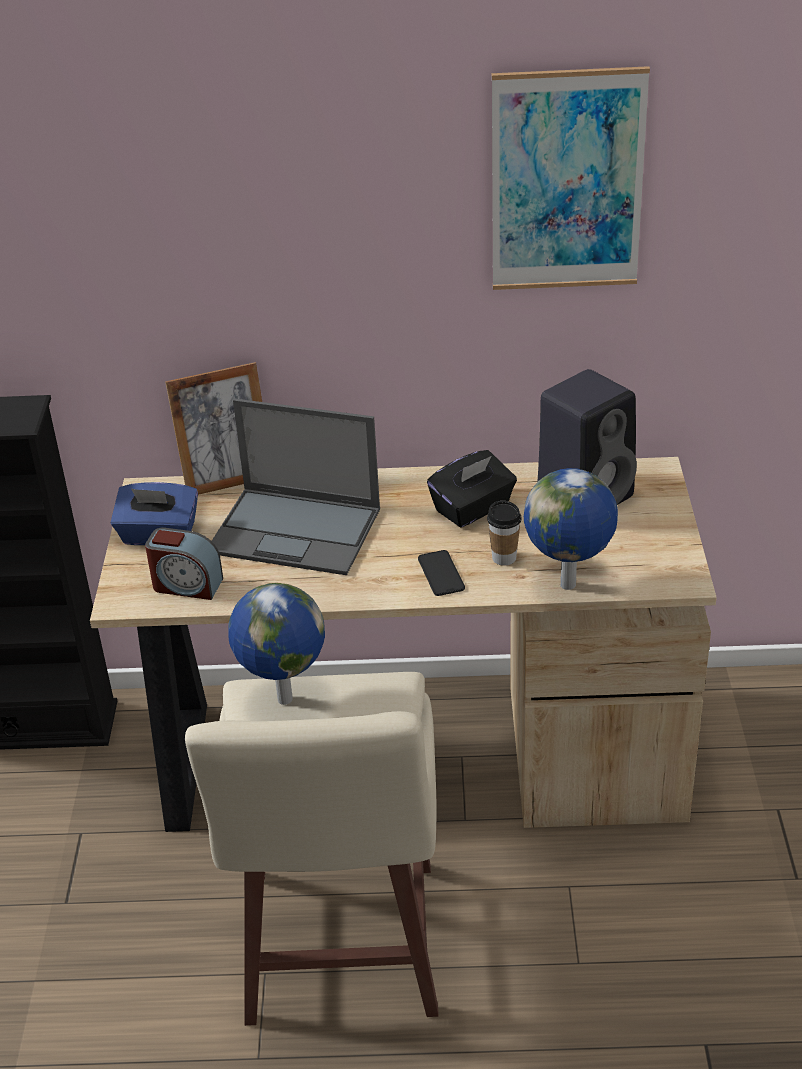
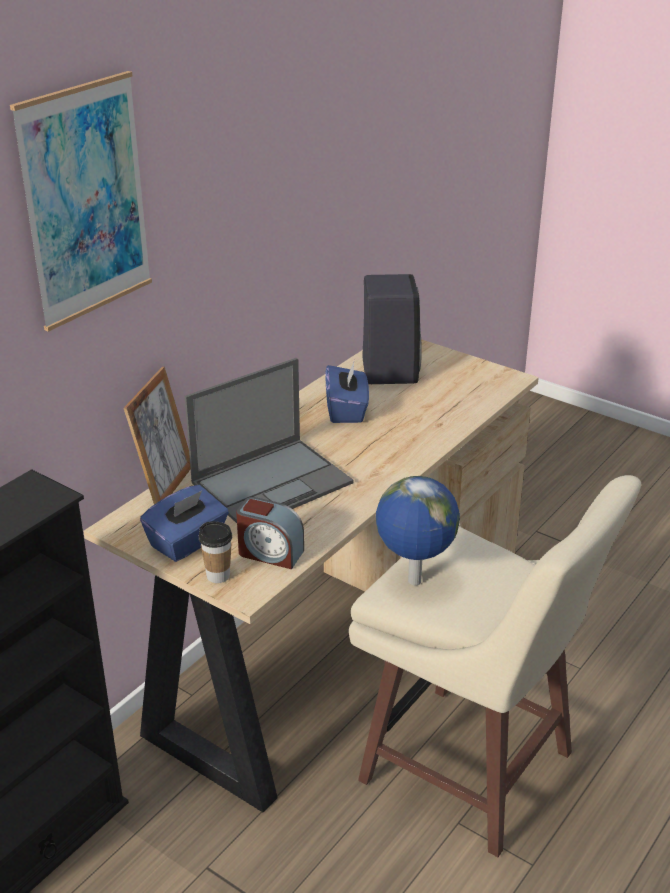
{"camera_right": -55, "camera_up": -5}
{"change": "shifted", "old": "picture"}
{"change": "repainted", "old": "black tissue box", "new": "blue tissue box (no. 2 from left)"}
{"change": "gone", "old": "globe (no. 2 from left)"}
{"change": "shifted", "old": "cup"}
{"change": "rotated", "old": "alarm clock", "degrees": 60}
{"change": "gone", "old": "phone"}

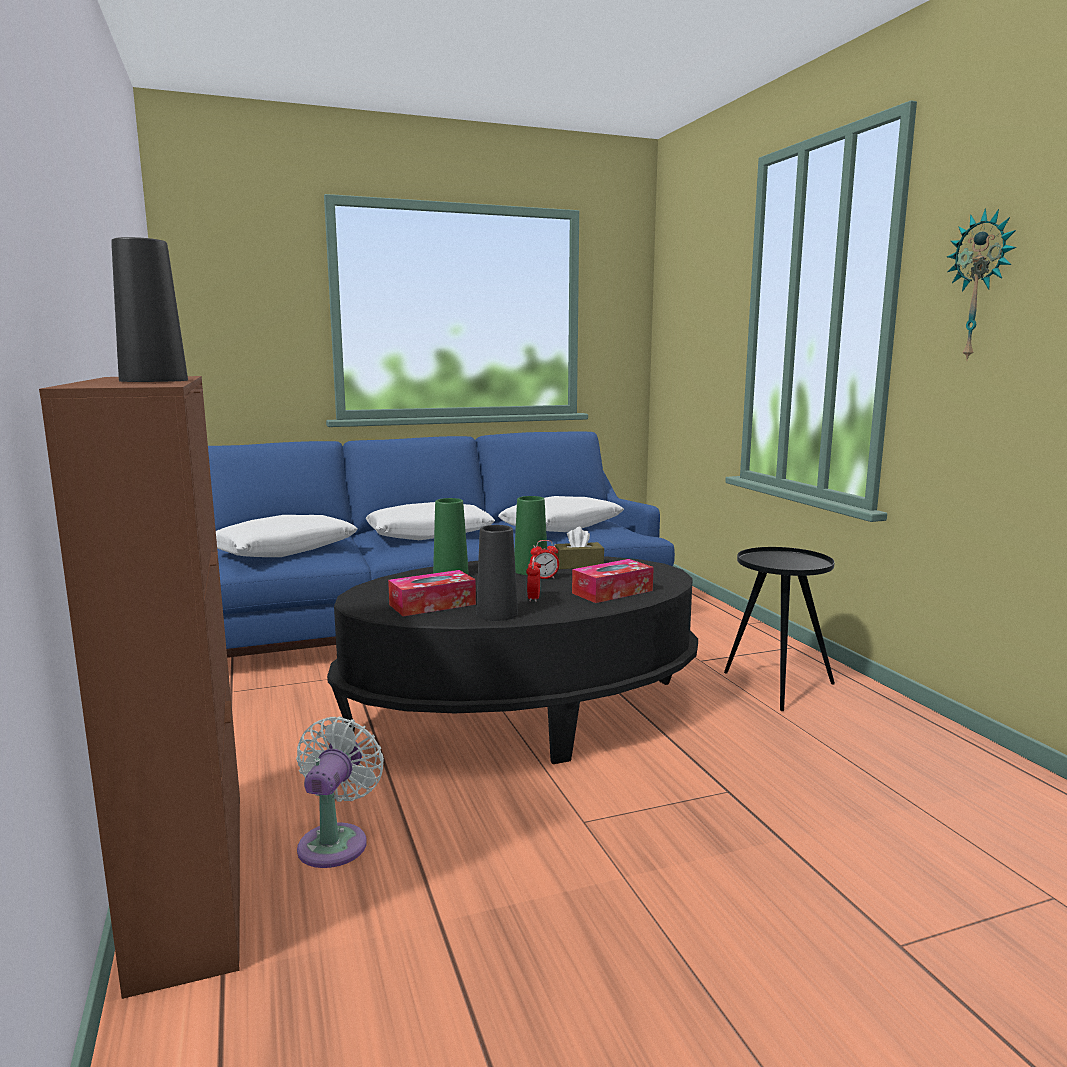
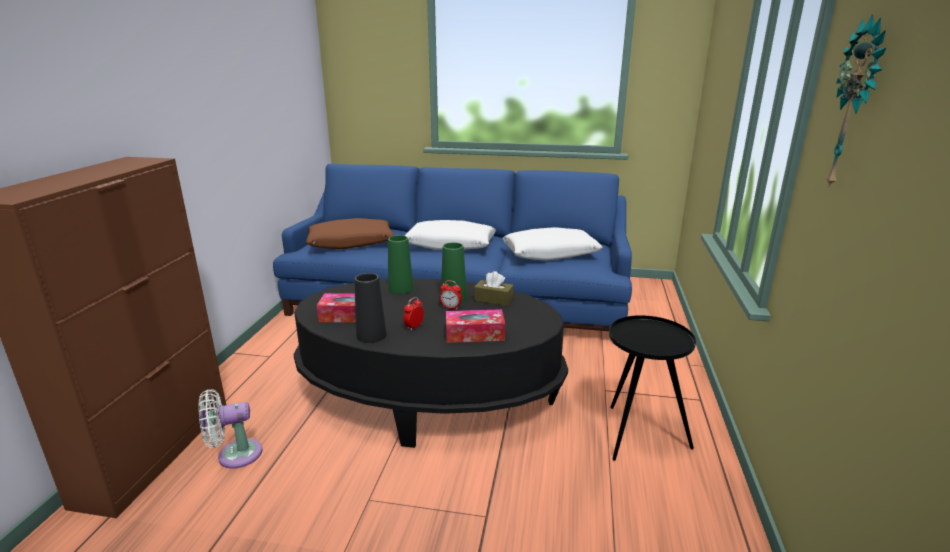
{"camera_right": 30, "camera_up": 10}
{"change": "gone", "old": "black vase (no. 1 from left)"}
{"change": "repainted", "old": "white pillow (no. 1 from left)", "new": "brown pillow"}
{"change": "rotated", "old": "white fan", "degrees": -150}

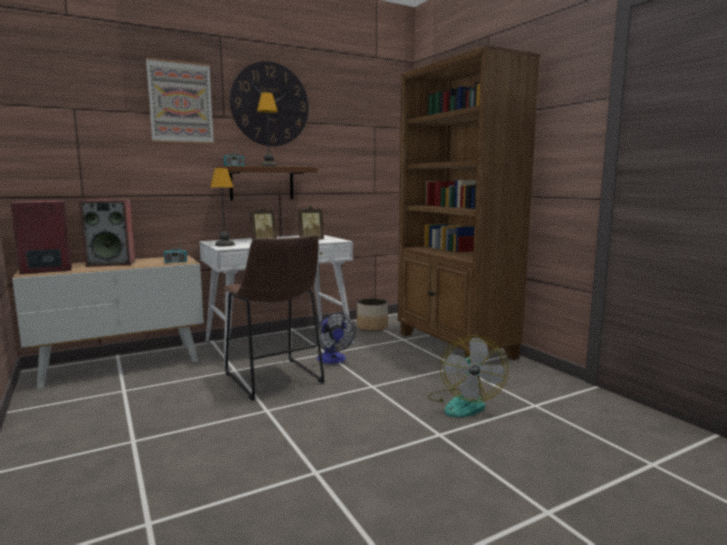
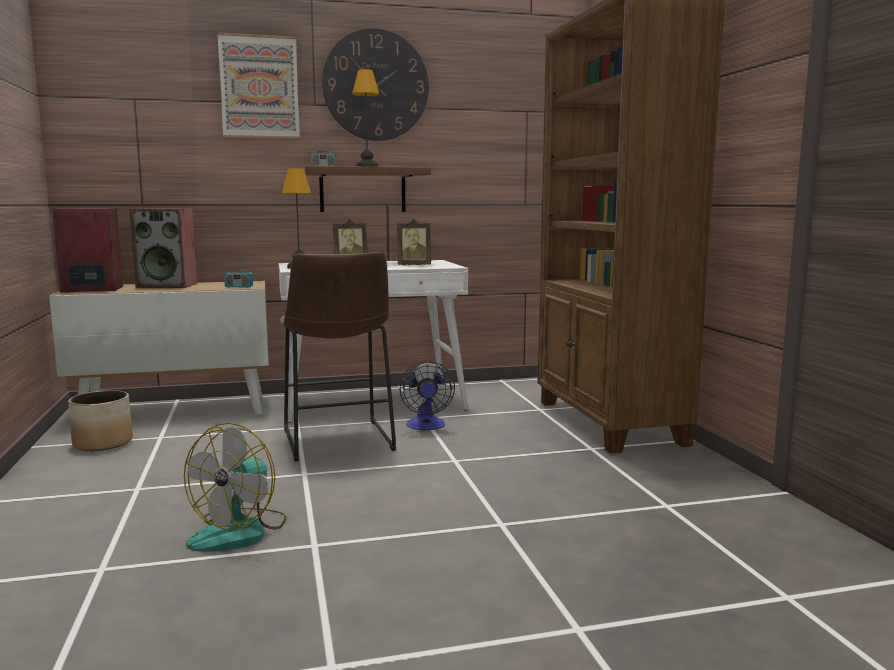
{"camera_right": 15, "camera_up": 0}
{"change": "shifted", "old": "planter"}
{"change": "shifted", "old": "fan (no. 2 from left in the first image)", "new": "fan (no. 1 from left)"}

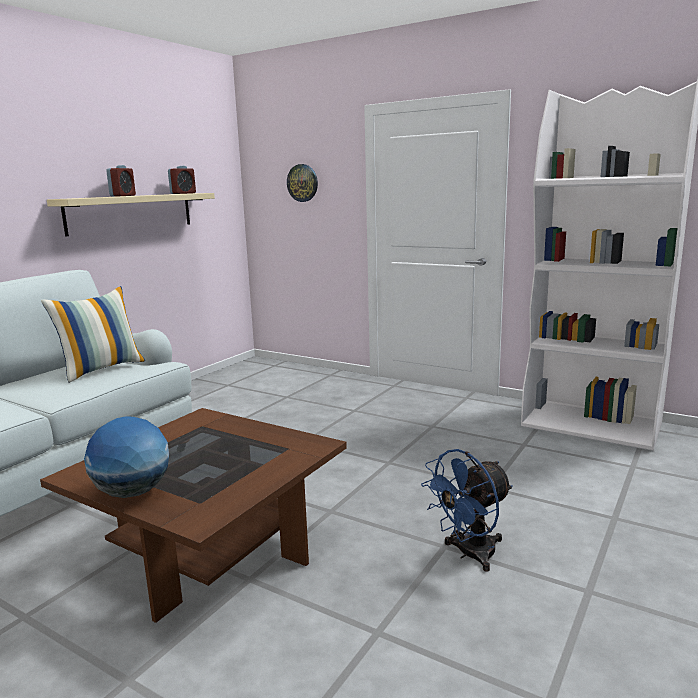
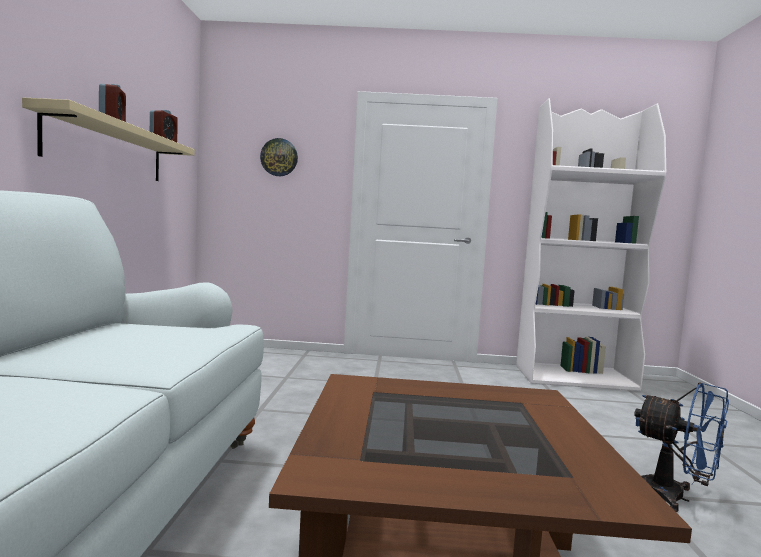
{"camera_right": -30, "camera_up": -10}
{"change": "gone", "old": "pillow"}
{"change": "gone", "old": "globe"}
{"change": "rotated", "old": "blue fan", "degrees": -75}

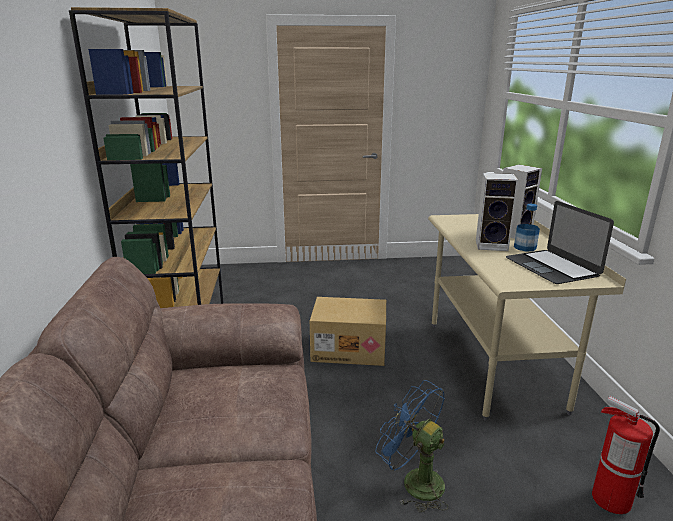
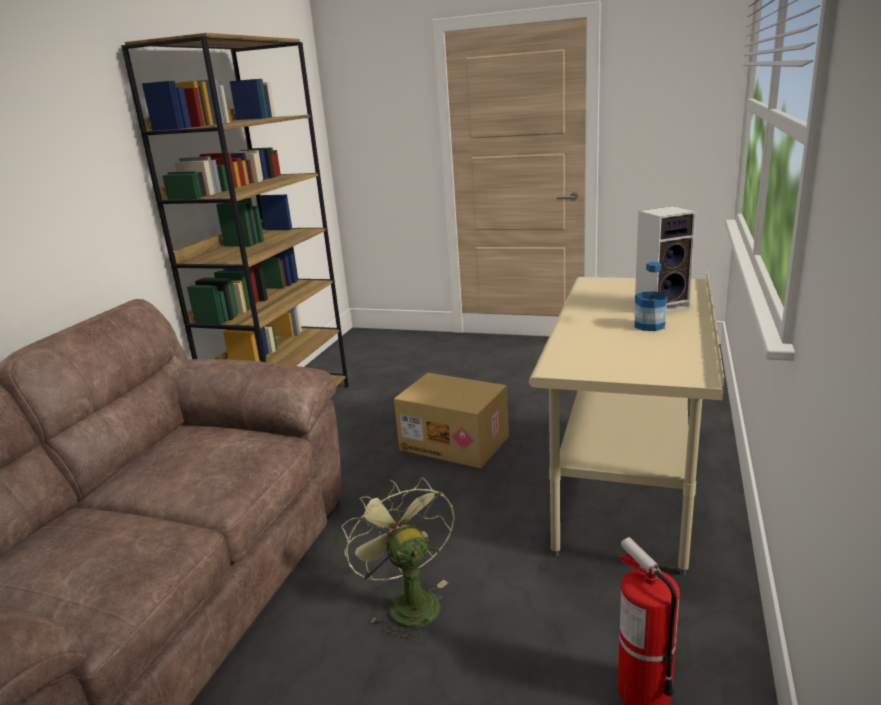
{"camera_right": 25, "camera_up": 0}
{"change": "gone", "old": "speaker (no. 1 from left)"}
{"change": "gone", "old": "laptop"}
{"change": "repainted", "old": "blue fan", "new": "green fan"}

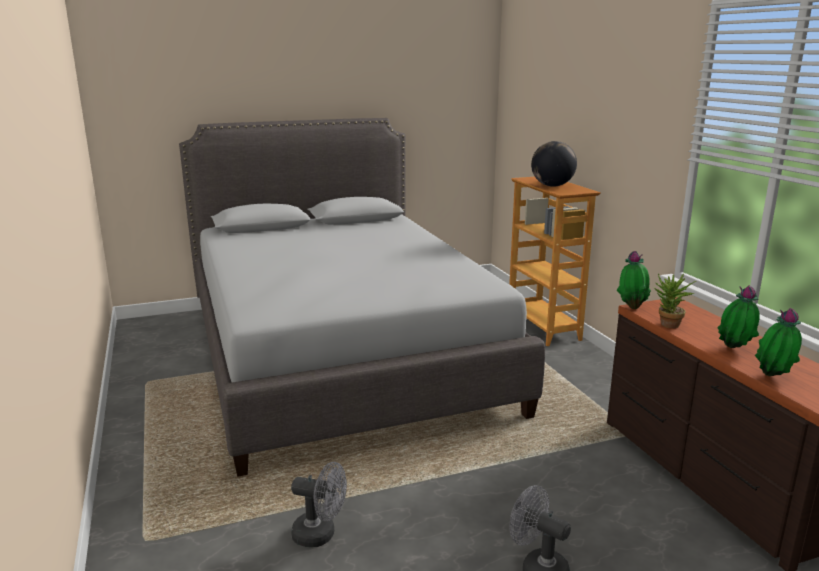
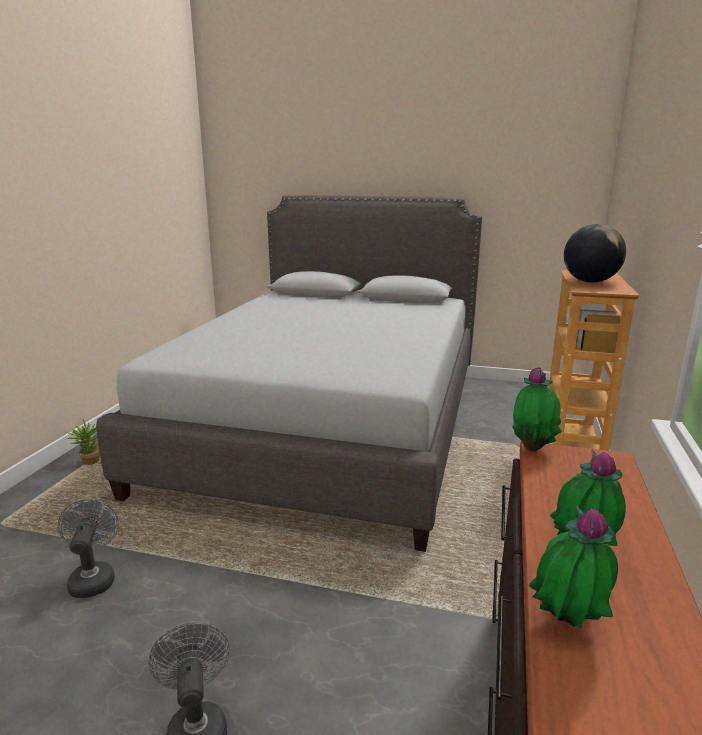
{"camera_right": 35, "camera_up": 0}
{"change": "shifted", "old": "potted plant (no. 2 from left in the first image)", "new": "potted plant (no. 1 from left)"}
{"change": "rotated", "old": "grey fan (no. 1 from left)", "degrees": -150}

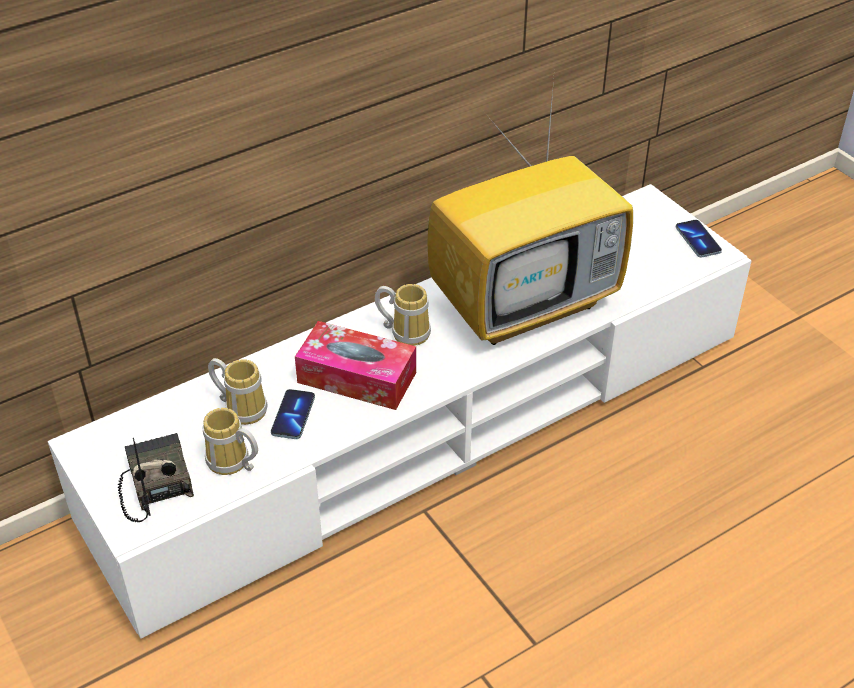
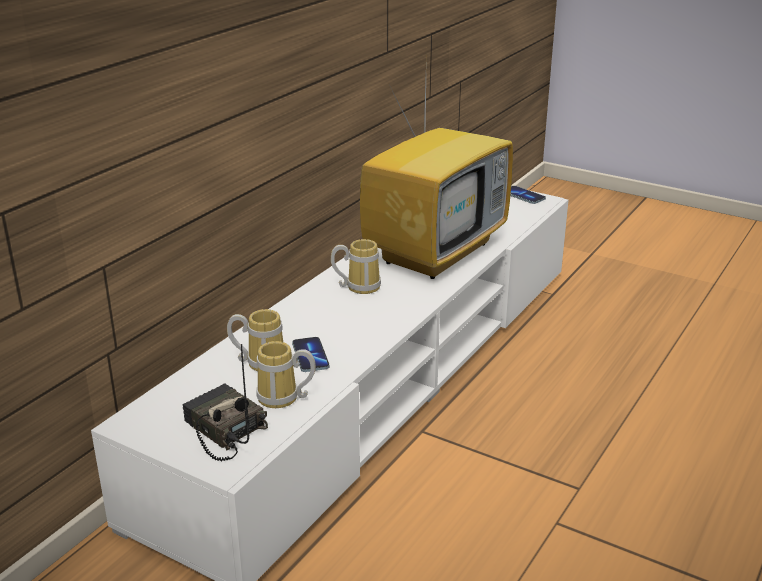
{"camera_right": -25, "camera_up": -15}
{"change": "gone", "old": "tissue box"}

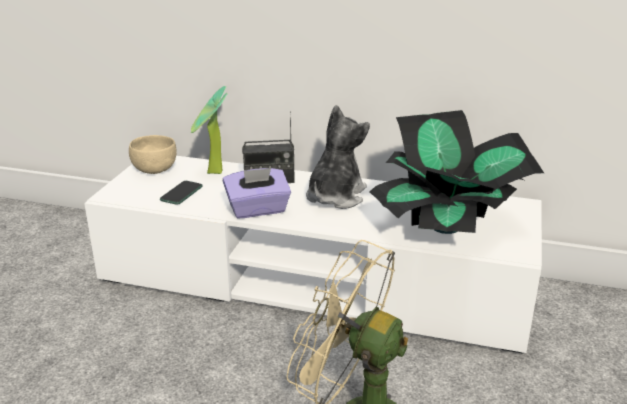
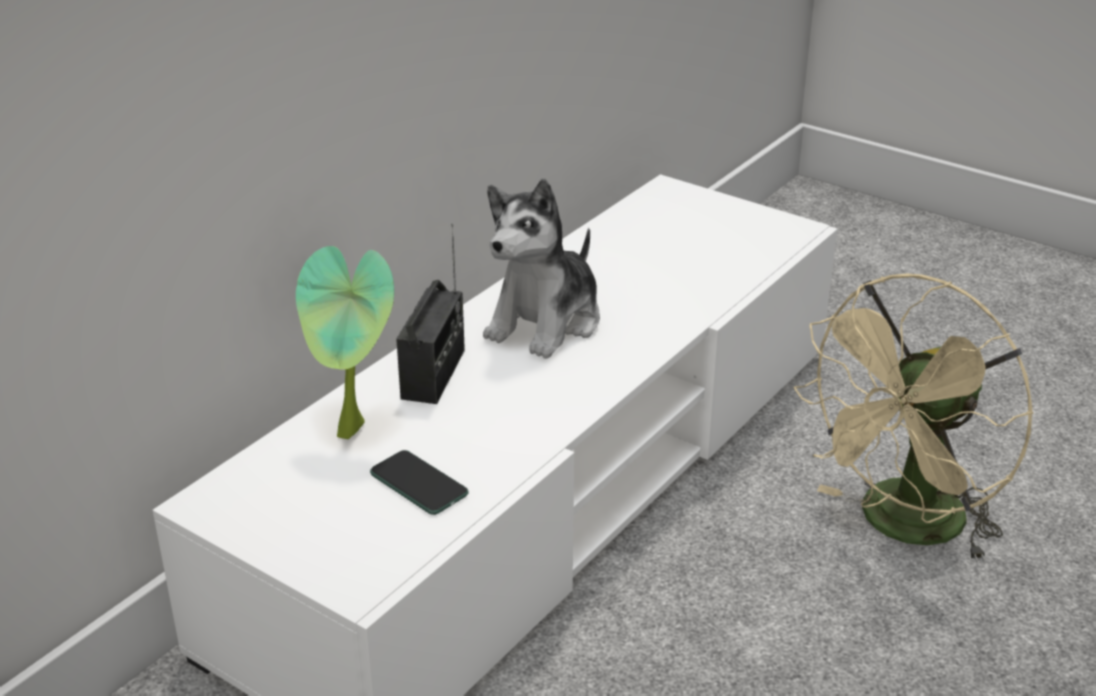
{"camera_right": -70, "camera_up": 5}
{"change": "rotated", "old": "plush toy", "degrees": -105}
{"change": "gone", "old": "potted plant (no. 2 from left)"}
{"change": "gone", "old": "beige bowl"}
{"change": "gone", "old": "purple tissue box"}

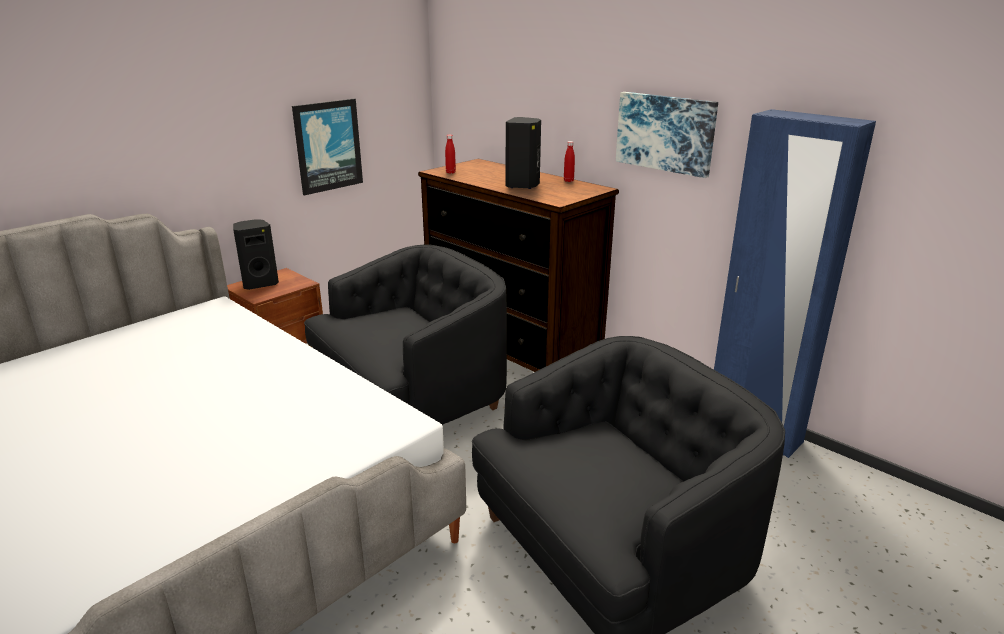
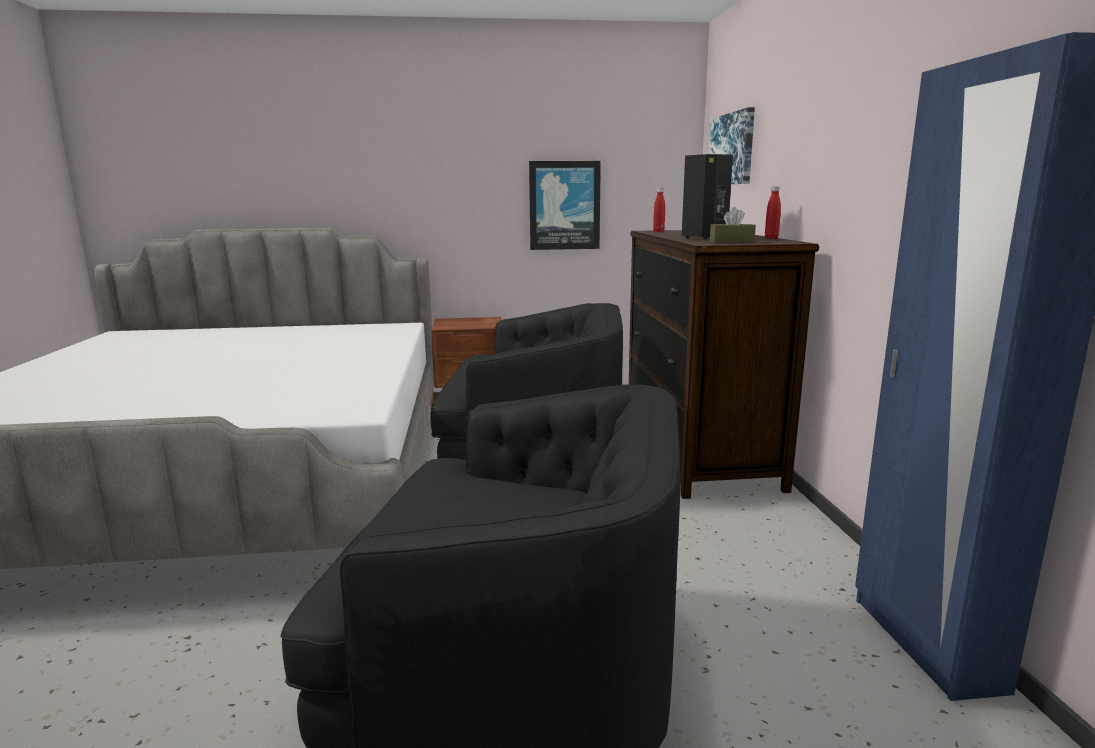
{"camera_right": 40, "camera_up": -10}
{"change": "shifted", "old": "picture (no. 2 from left)"}
{"change": "gone", "old": "black speaker (no. 1 from left)"}
{"change": "new", "new": "brown tissue box"}

